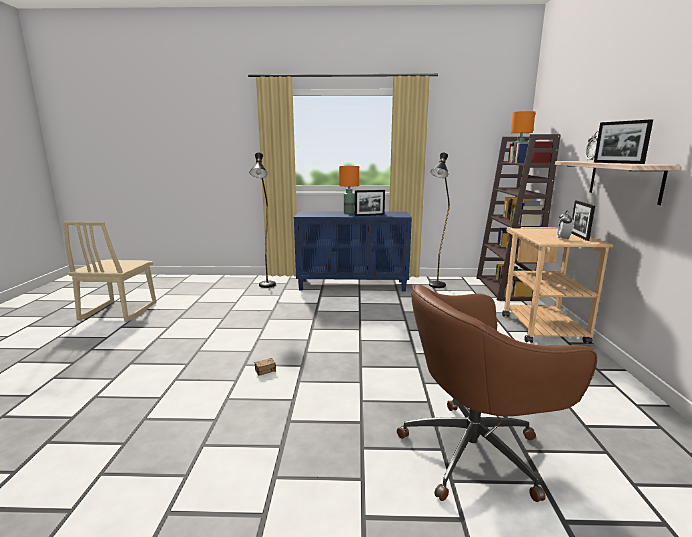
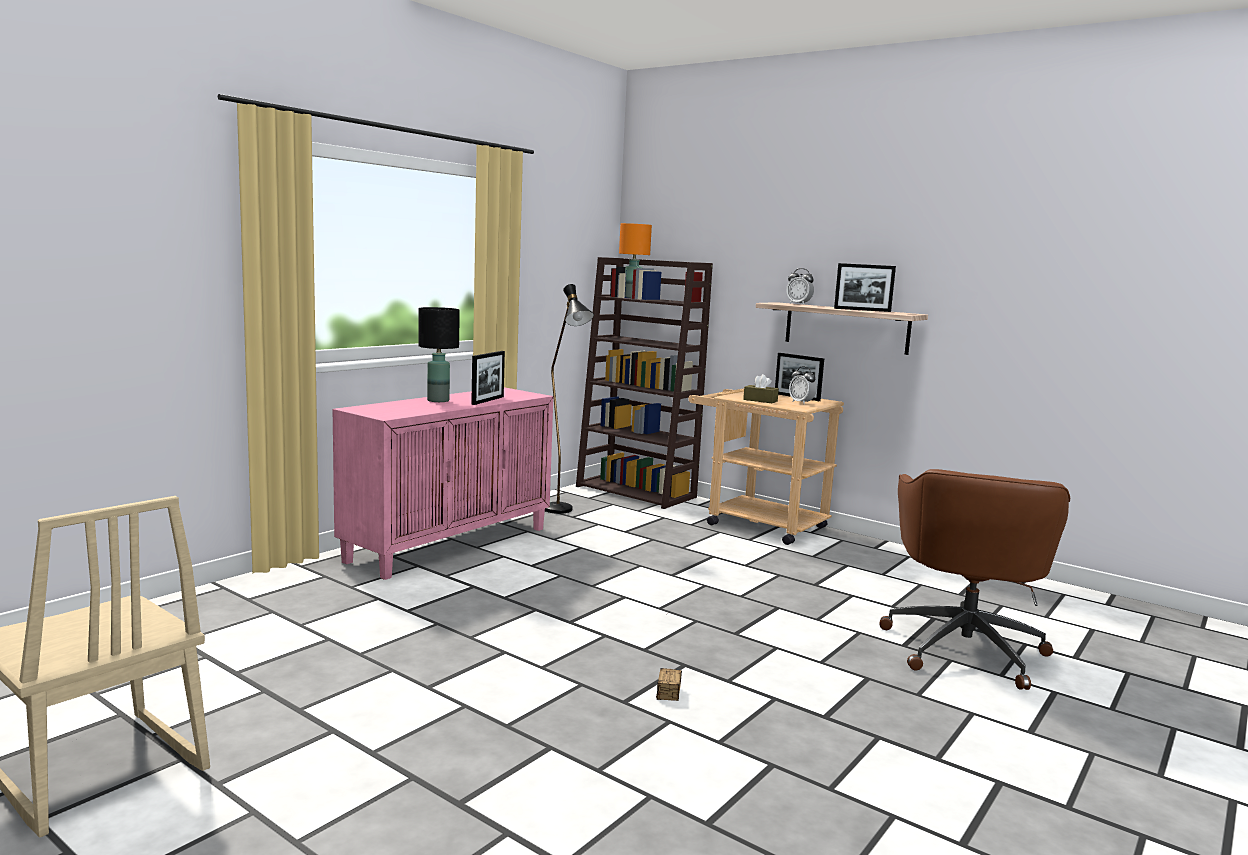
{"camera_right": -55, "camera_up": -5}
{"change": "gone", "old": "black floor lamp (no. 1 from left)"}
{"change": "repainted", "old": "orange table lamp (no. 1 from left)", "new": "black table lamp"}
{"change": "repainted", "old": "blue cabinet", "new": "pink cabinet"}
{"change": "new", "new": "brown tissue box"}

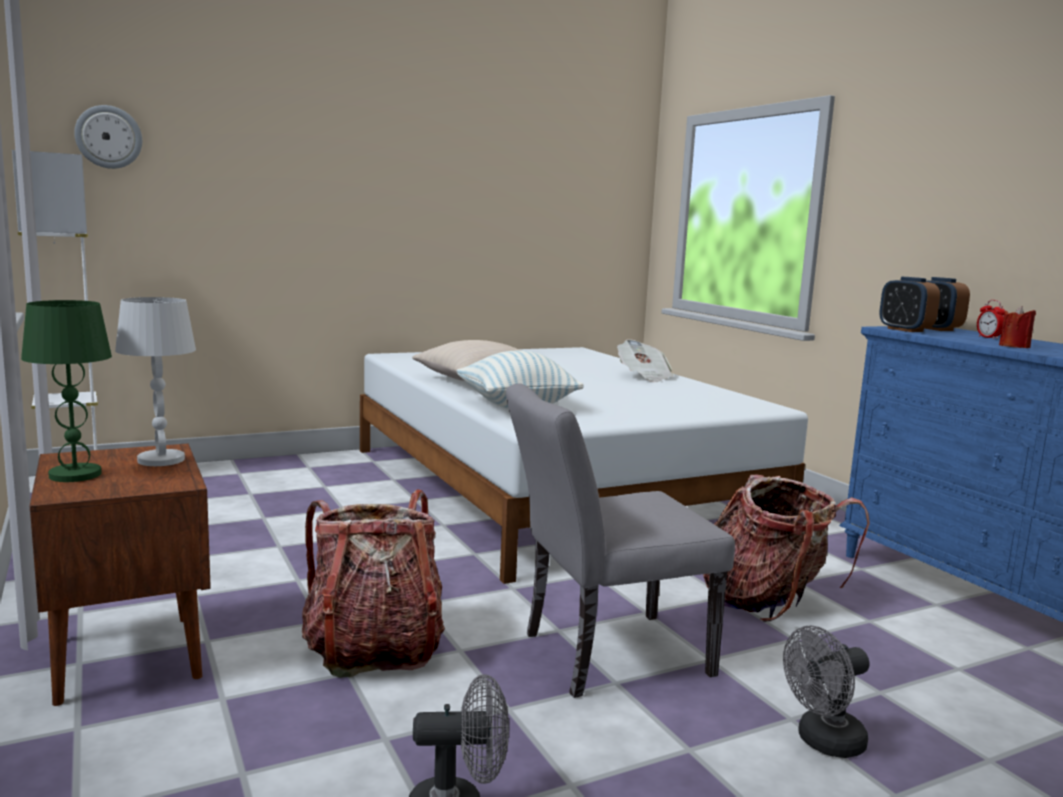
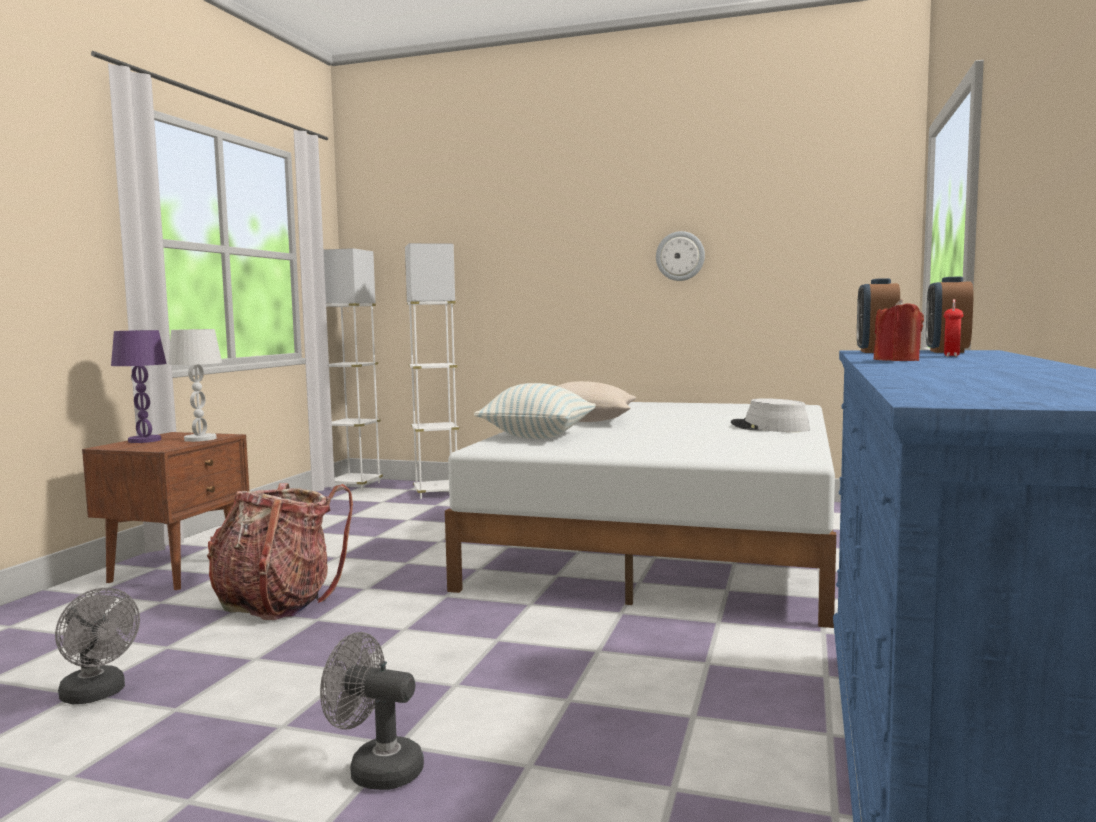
{"camera_right": 45, "camera_up": -5}
{"change": "shifted", "old": "wall clock"}
{"change": "repainted", "old": "green table lamp", "new": "purple table lamp"}
{"change": "swapped", "old": "newspaper", "new": "grey hat"}
{"change": "gone", "old": "grey chair"}
{"change": "gone", "old": "backpack (no. 2 from left)"}
{"change": "new", "new": "white floor lamp (no. 2 from left)"}

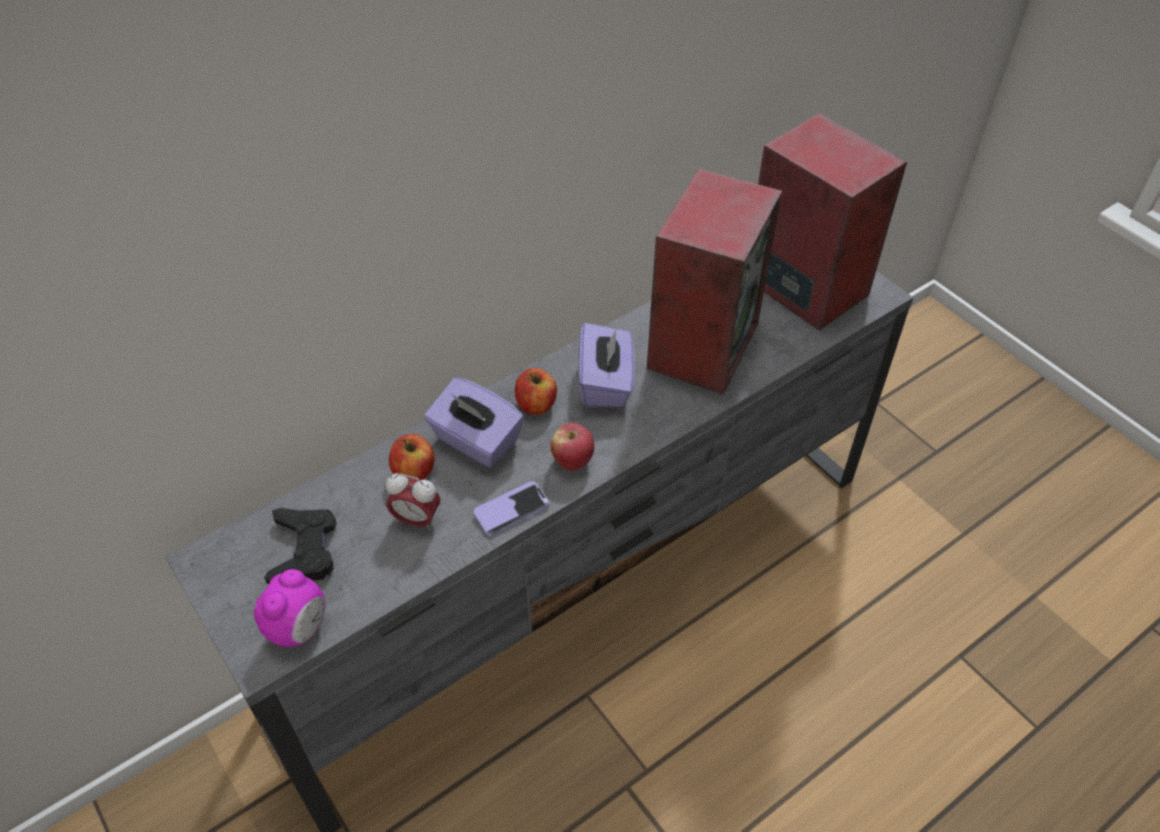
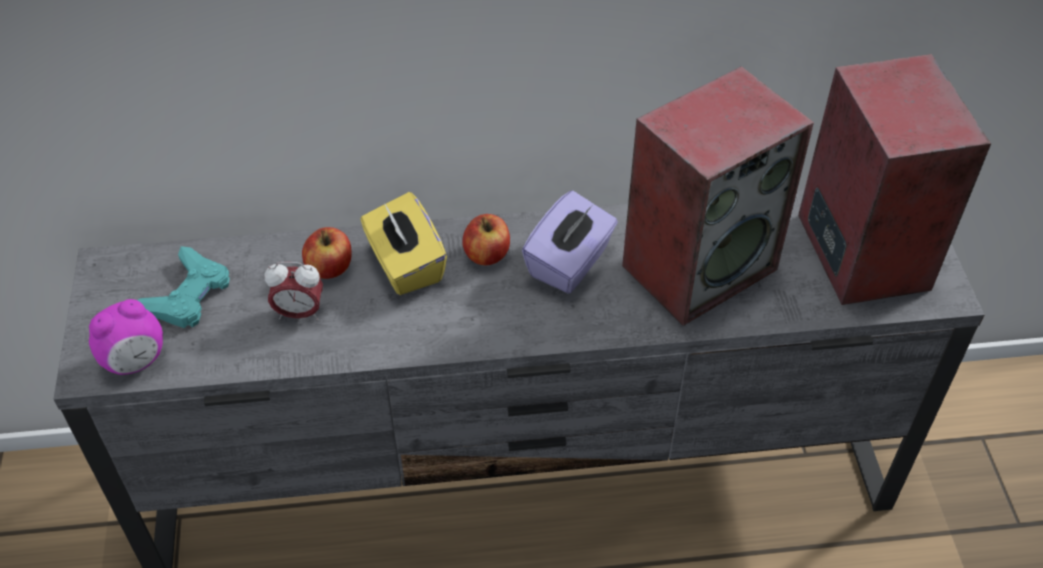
{"camera_right": 30, "camera_up": 0}
{"change": "repainted", "old": "purple tissue box (no. 1 from left)", "new": "yellow tissue box"}
{"change": "gone", "old": "apple (no. 3 from left)"}
{"change": "rotated", "old": "alarm clock (no. 2 from left)", "degrees": -45}
{"change": "gone", "old": "phone"}
{"change": "repainted", "old": "black game controller", "new": "turquoise game controller"}

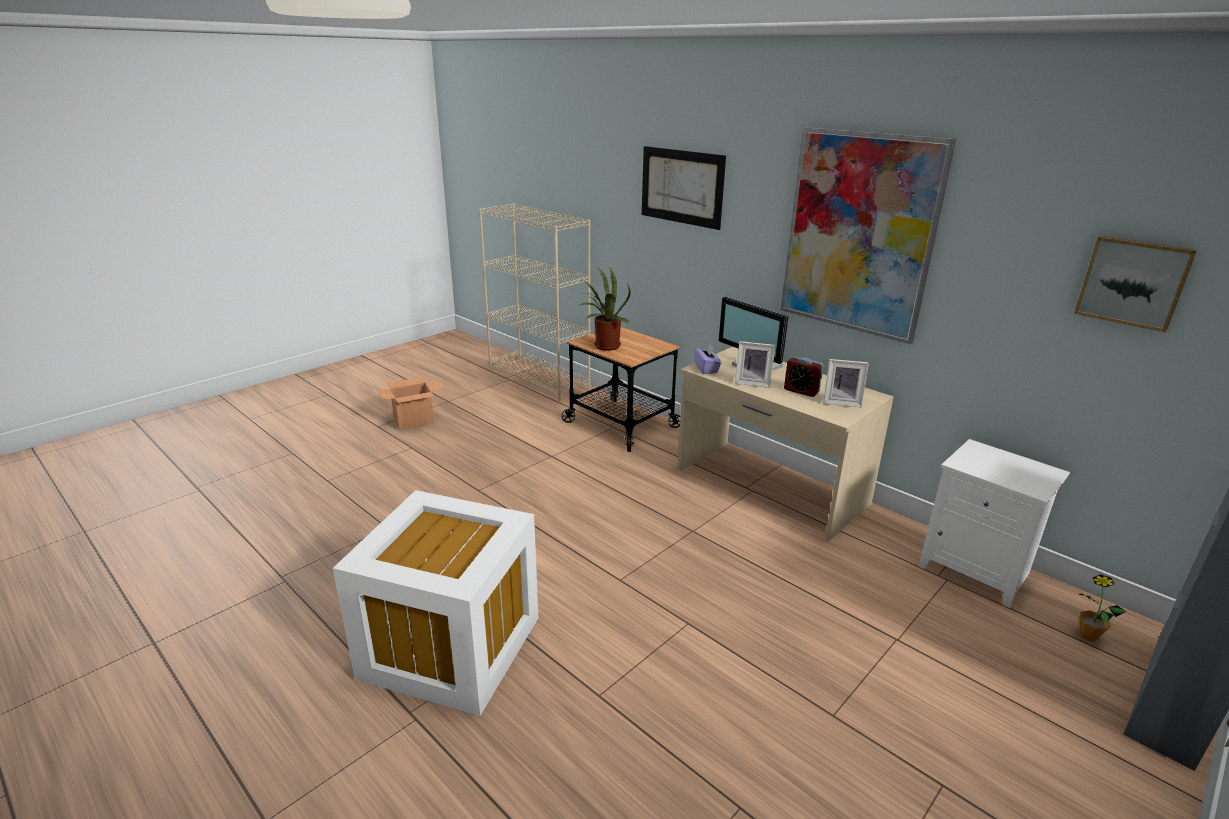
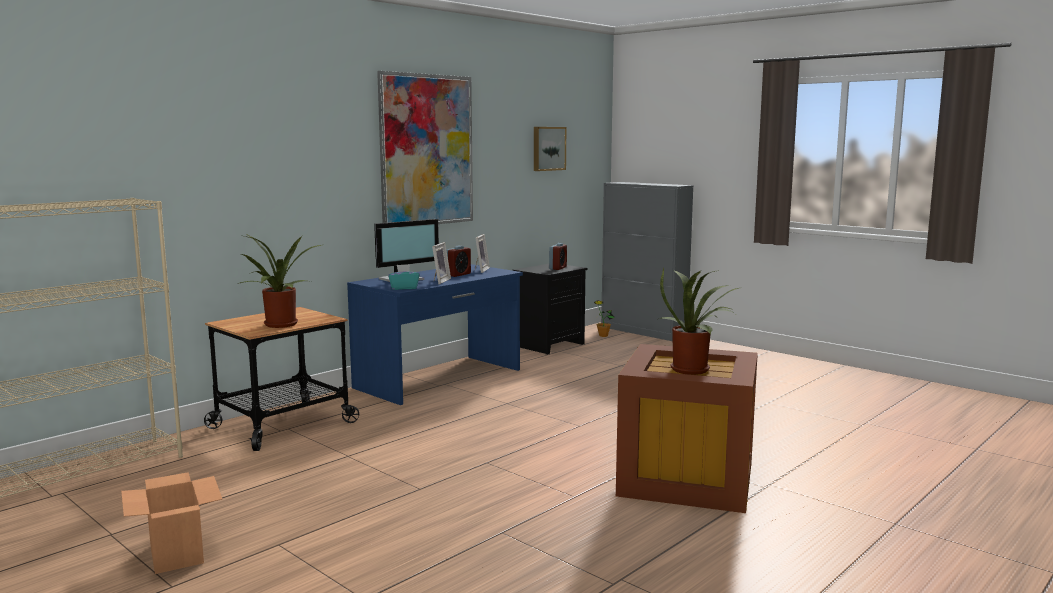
{"camera_right": -90, "camera_up": -15}
{"change": "gone", "old": "picture (no. 1 from left)"}
{"change": "repainted", "old": "purple tissue box", "new": "turquoise tissue box"}
{"change": "repainted", "old": "beige desk", "new": "blue desk"}
{"change": "repainted", "old": "white nightstand", "new": "black nightstand"}
{"change": "repainted", "old": "white storage box", "new": "brown storage box"}
{"change": "new", "new": "alarm clock (no. 2 from left)"}
{"change": "new", "new": "potted plant (no. 3 from left)"}

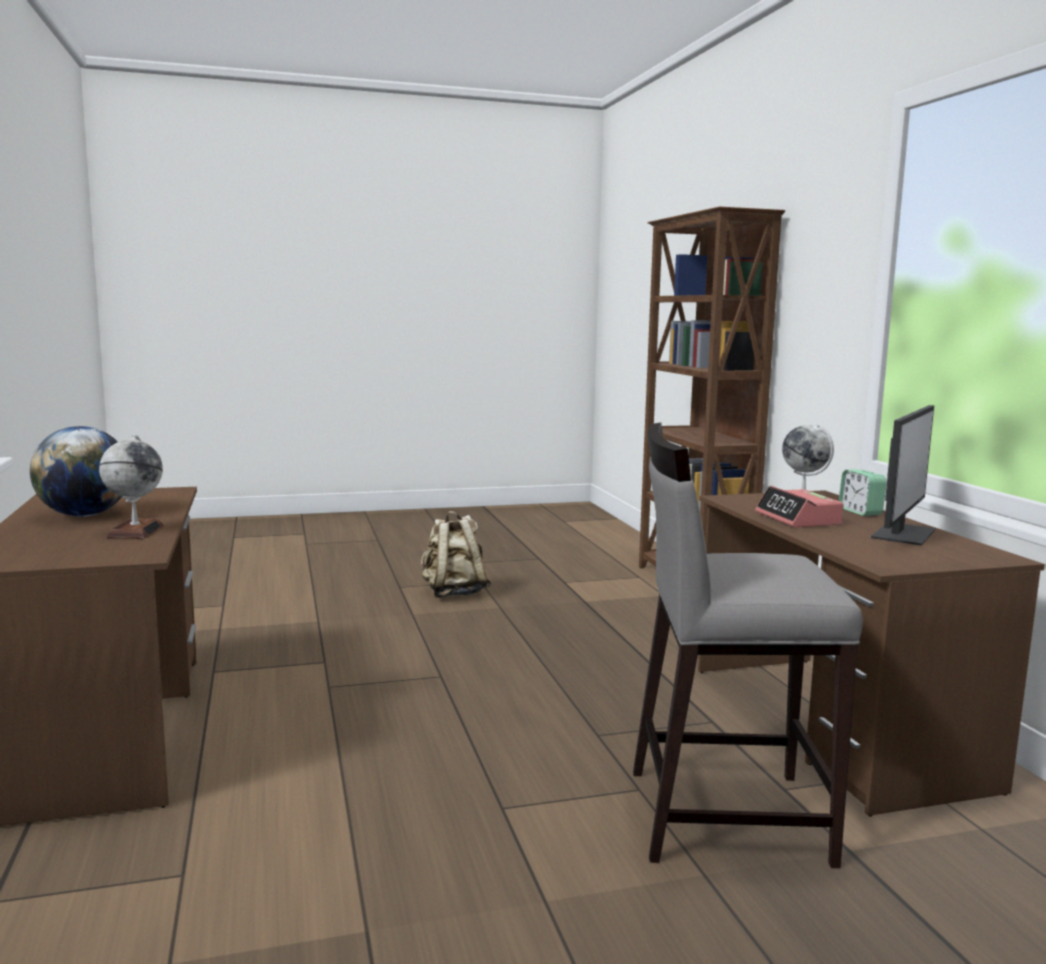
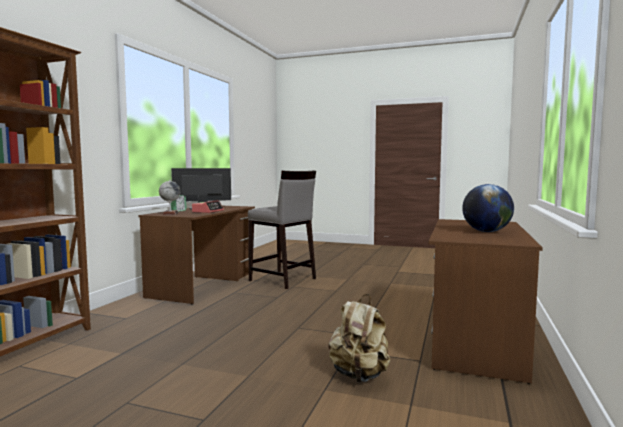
{"camera_right": -145, "camera_up": -5}
{"change": "gone", "old": "globe (no. 2 from left)"}
{"change": "shifted", "old": "beige backpack"}

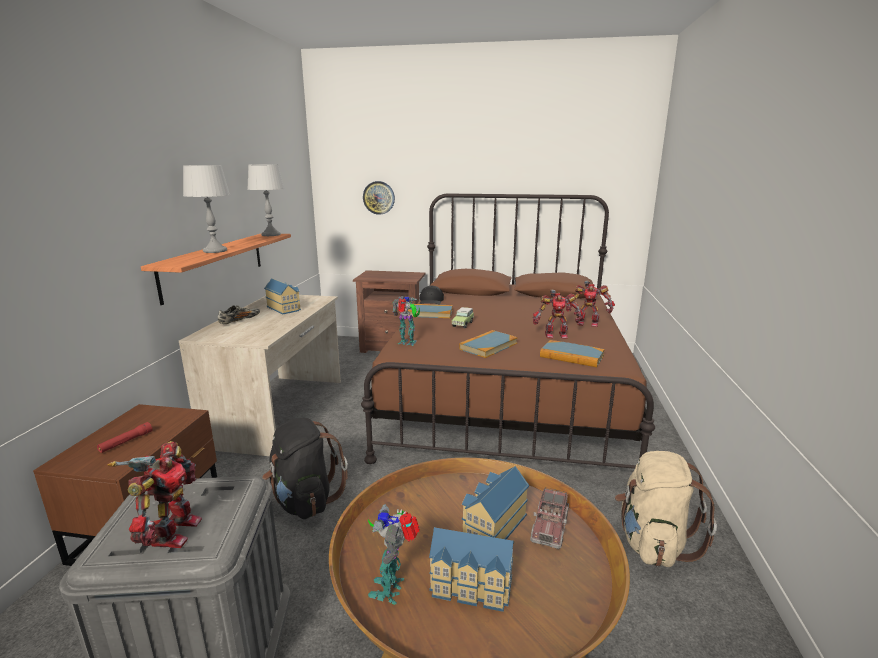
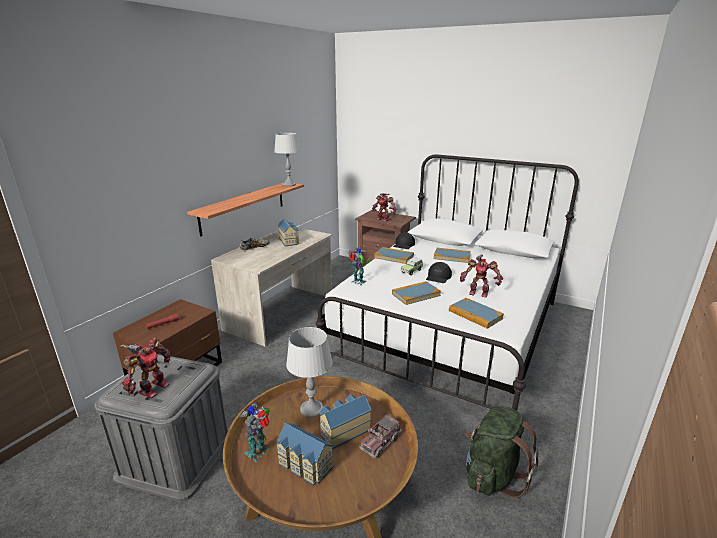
{"camera_right": 20, "camera_up": 5}
{"change": "shifted", "old": "grey table lamp (no. 1 from left in the first image)", "new": "grey table lamp (no. 2 from left)"}
{"change": "gone", "old": "wall clock"}
{"change": "repainted", "old": "brown bed", "new": "white bed"}
{"change": "shifted", "old": "toy robot (no. 5 from left in the first image)", "new": "toy robot (no. 4 from left)"}
{"change": "gone", "old": "black backpack"}
{"change": "repainted", "old": "beige backpack", "new": "green backpack"}
{"change": "new", "new": "book (no. 3 from left)"}
{"change": "new", "new": "black cap (no. 2 from left)"}

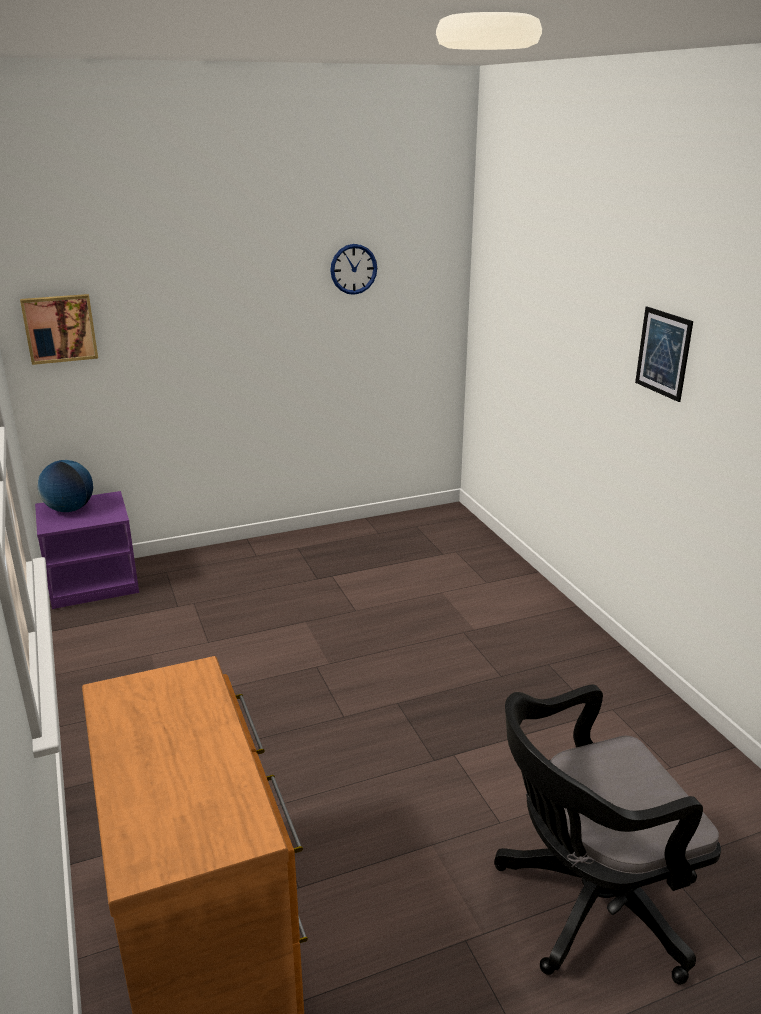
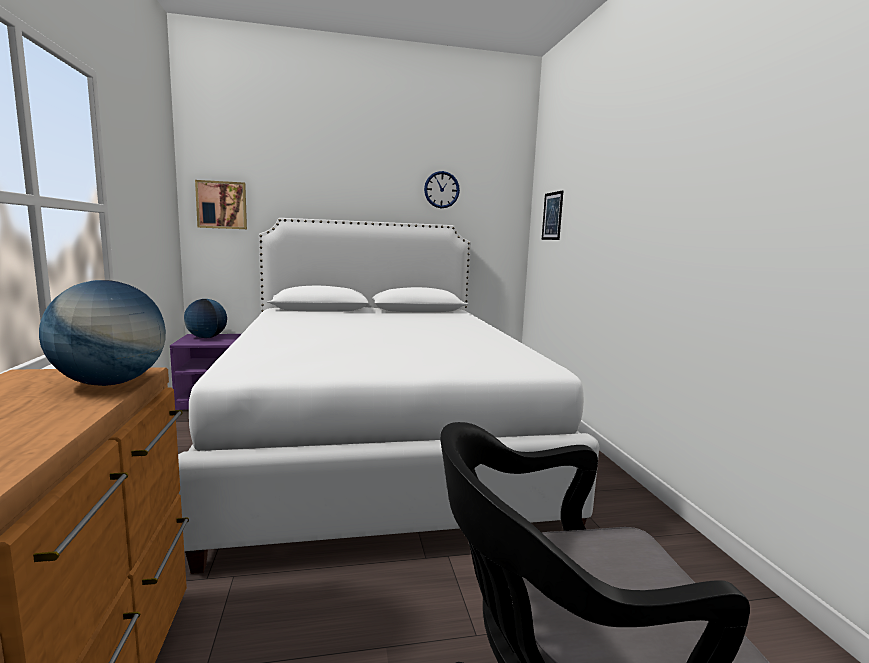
{"camera_right": 10, "camera_up": -15}
{"change": "shifted", "old": "picture (no. 2 from left)"}
{"change": "new", "new": "white bed"}
{"change": "new", "new": "globe (no. 1 from left)"}

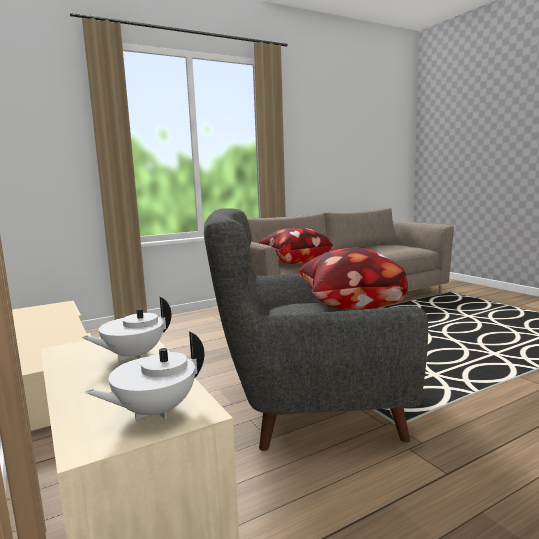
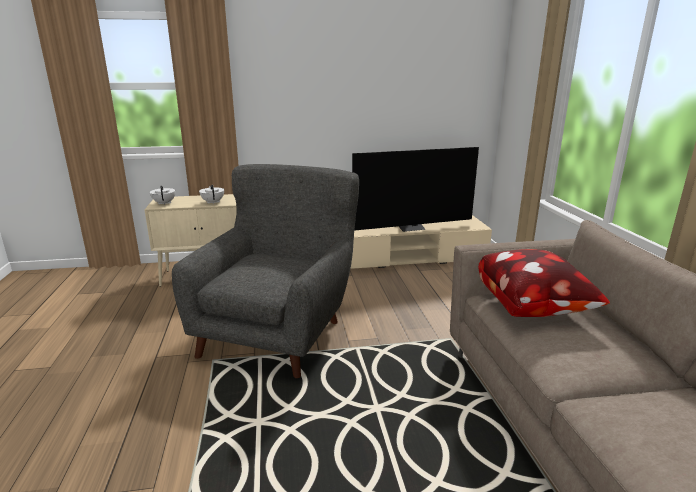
{"camera_right": 110, "camera_up": 10}
{"change": "gone", "old": "pillow (no. 2 from left)"}
{"change": "new", "new": "television"}

